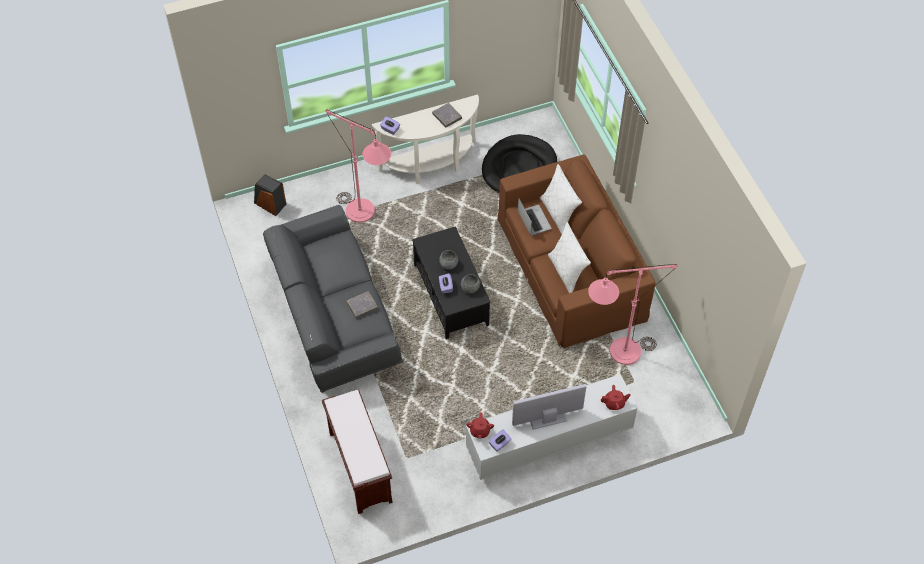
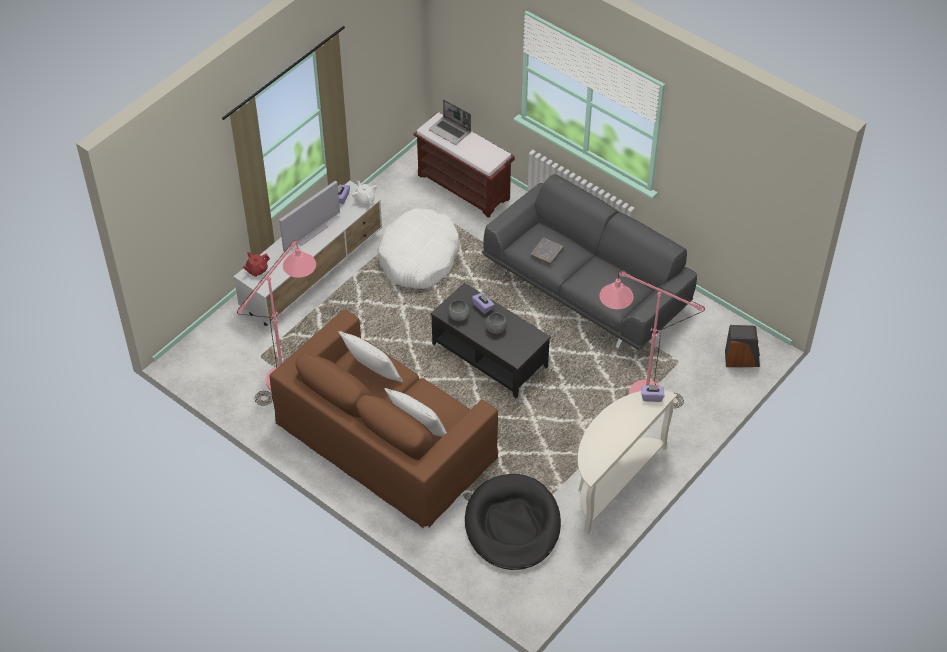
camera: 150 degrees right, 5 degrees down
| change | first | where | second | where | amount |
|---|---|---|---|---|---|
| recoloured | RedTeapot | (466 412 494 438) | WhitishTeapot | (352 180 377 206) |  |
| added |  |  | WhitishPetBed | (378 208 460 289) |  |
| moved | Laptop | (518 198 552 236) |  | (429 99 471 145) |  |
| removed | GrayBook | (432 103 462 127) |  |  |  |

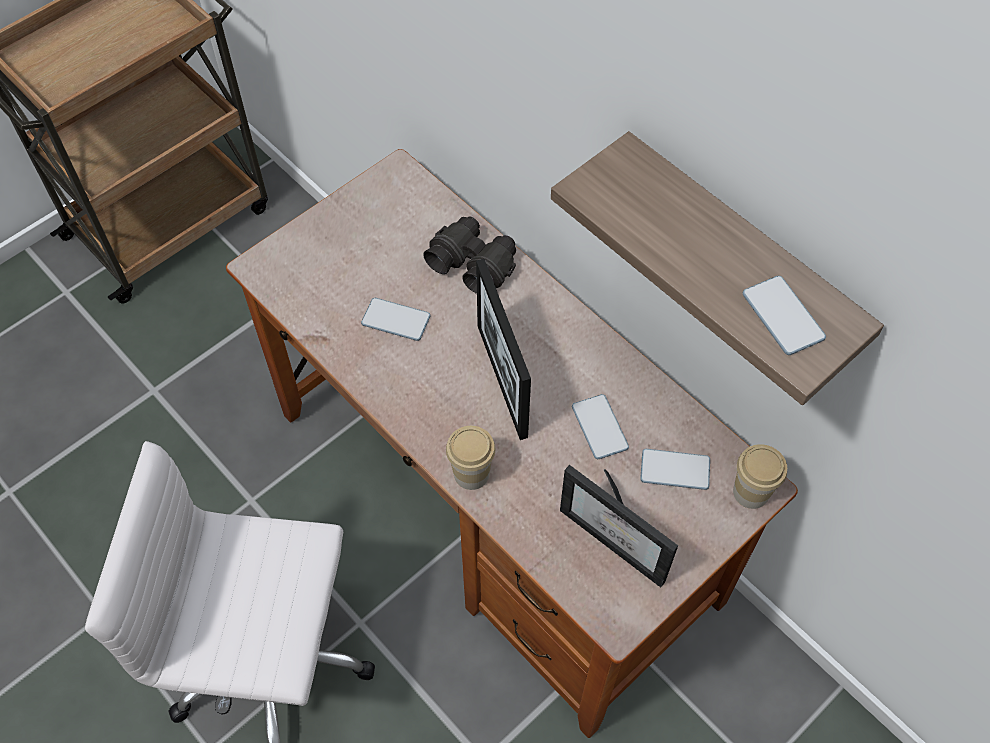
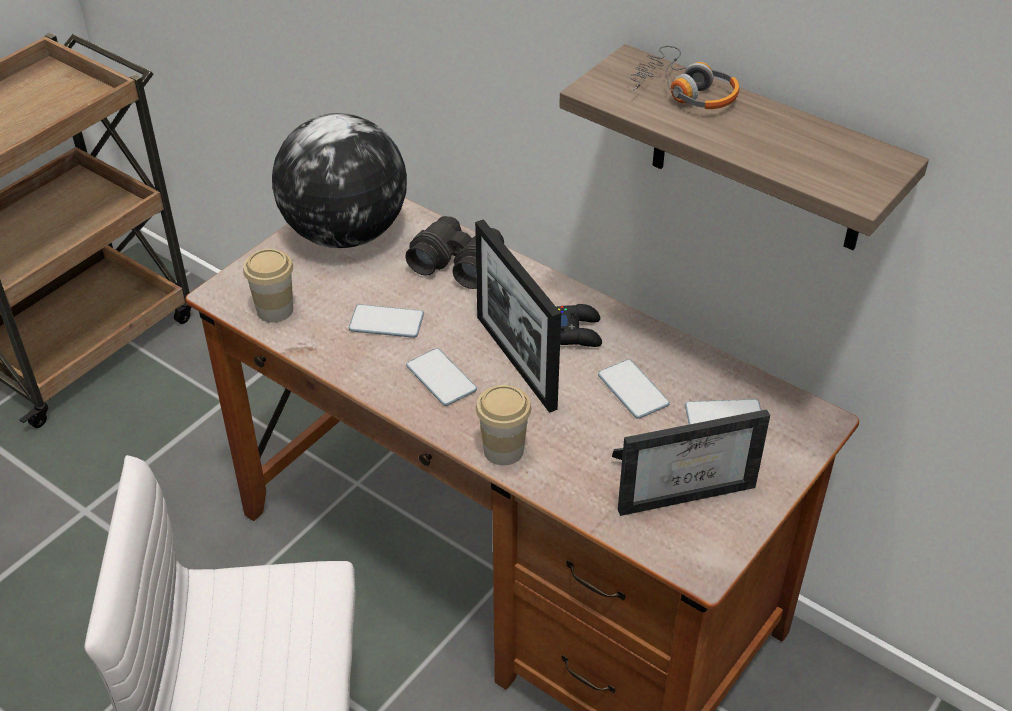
camera: 10 degrees left, 15 degrees down
| change | first | where | second | where | amount |
|---|---|---|---|---|---|
| moved | SmallCup | (733 444 787 509) |  | (243 249 293 323) |  |
| added |  |  | Globe | (272 113 407 248) |  |
| moved | Telephone | (742 276 826 355) |  | (406 348 477 406) |  |
| added |  |  | BlackishGamepad | (557 304 602 347) |  |
| turned | PhotoFrame | (560 465 678 588) |  | (612 409 770 516) | 45 degrees counterclockwise |
| added |  |  | PairOfHeadphones | (629 46 739 109) |  |

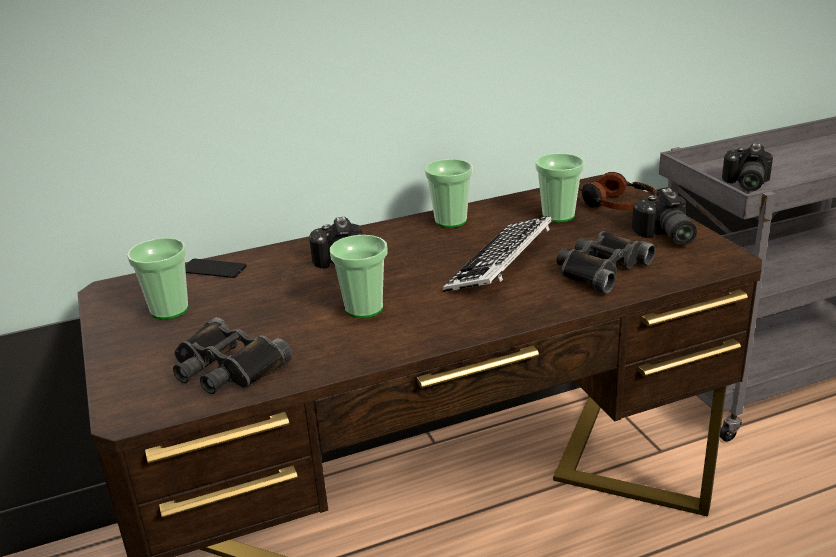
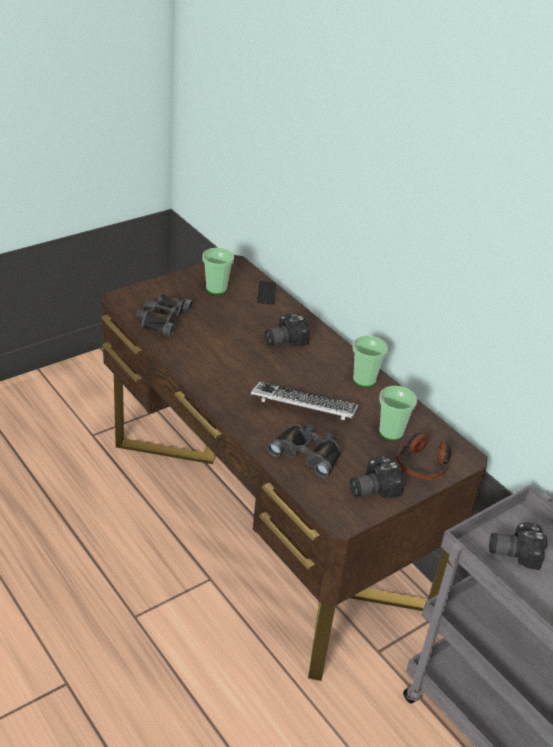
camera: 70 degrees right, 10 degrees up
| change | first | where | second | where | amount |
|---|---|---|---|---|---|
| removed | SmallCup | (330 235 388 318) |  |  |  |

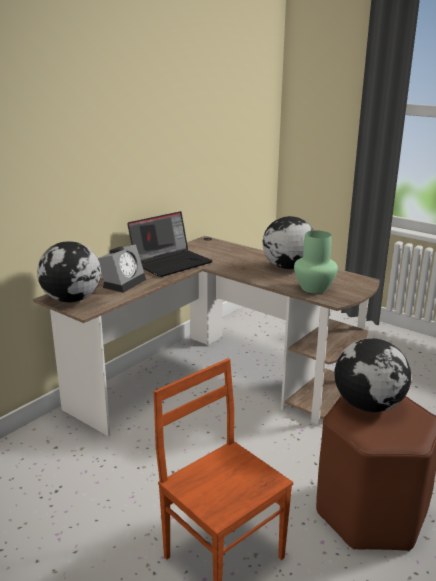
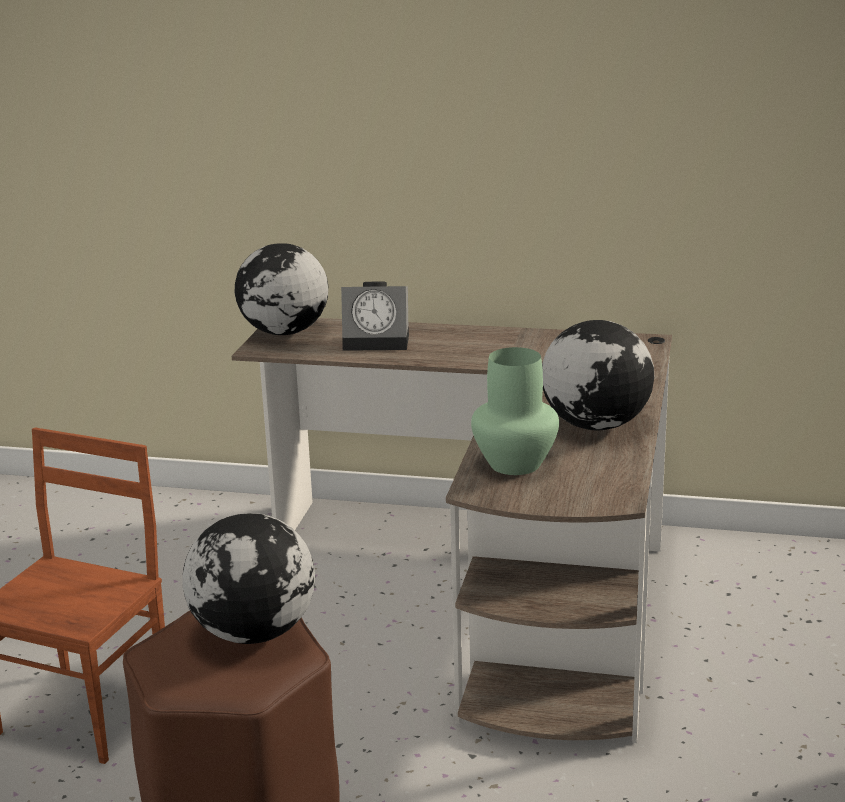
camera: 65 degrees right, 0 degrees up
| change | first | where | second | where | amount |
|---|---|---|---|---|---|
| removed | Laptop | (127 211 213 277) |  |  |  |

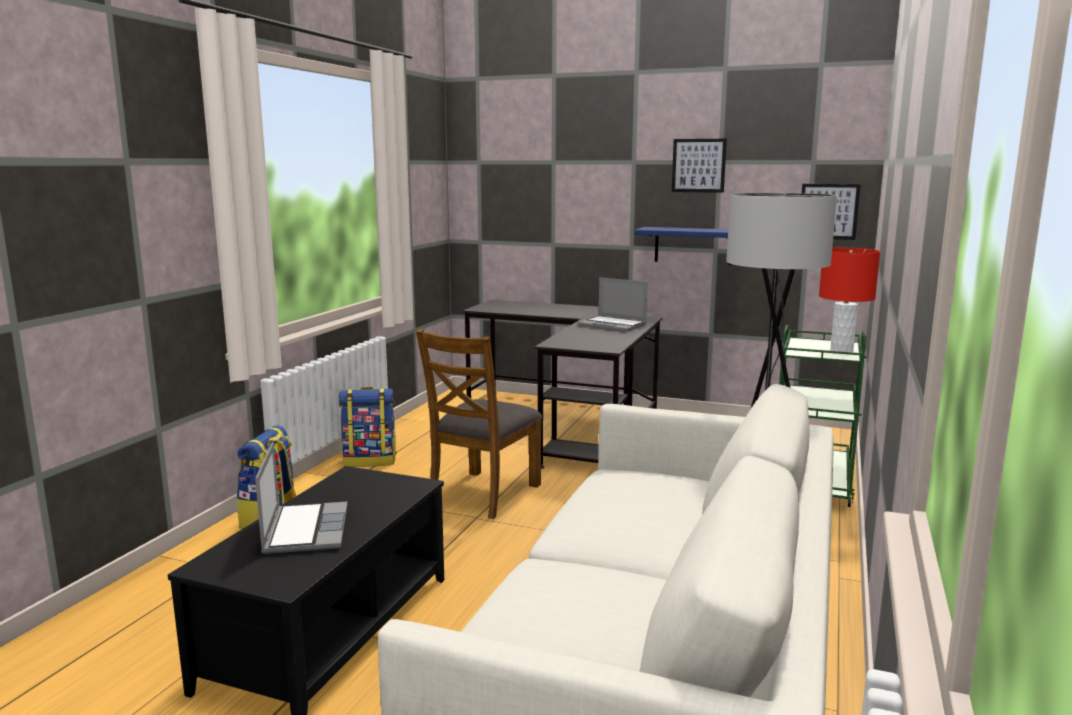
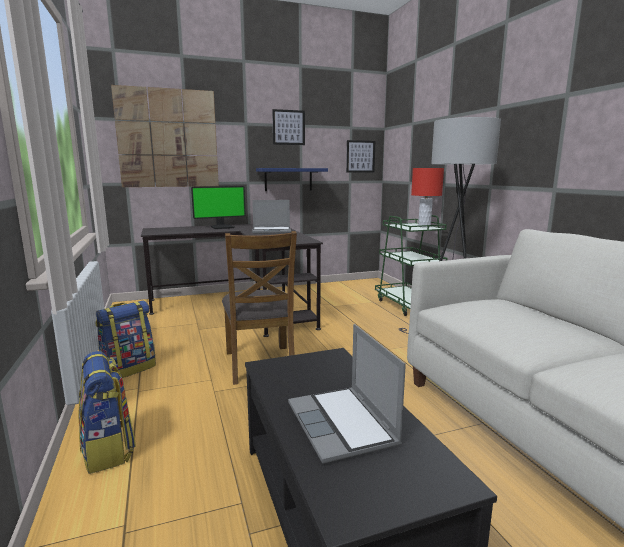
camera: 40 degrees left, 0 degrees up
| change | first | where | second | where | amount |
|---|---|---|---|---|---|
| added |  |  | WallArt | (111 85 219 187) |  |
| added |  |  | ComputerScreen | (191 186 246 229) |  |
| turned | Laptop | (255 442 347 554) |  | (288 324 406 464) | 150 degrees counterclockwise |

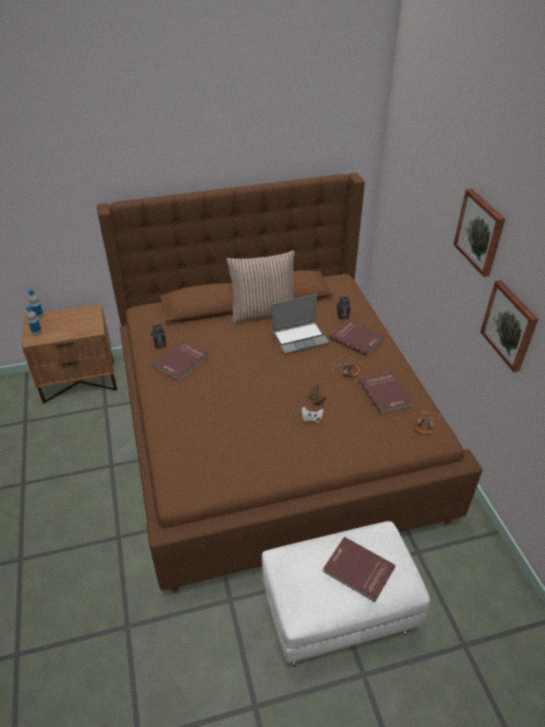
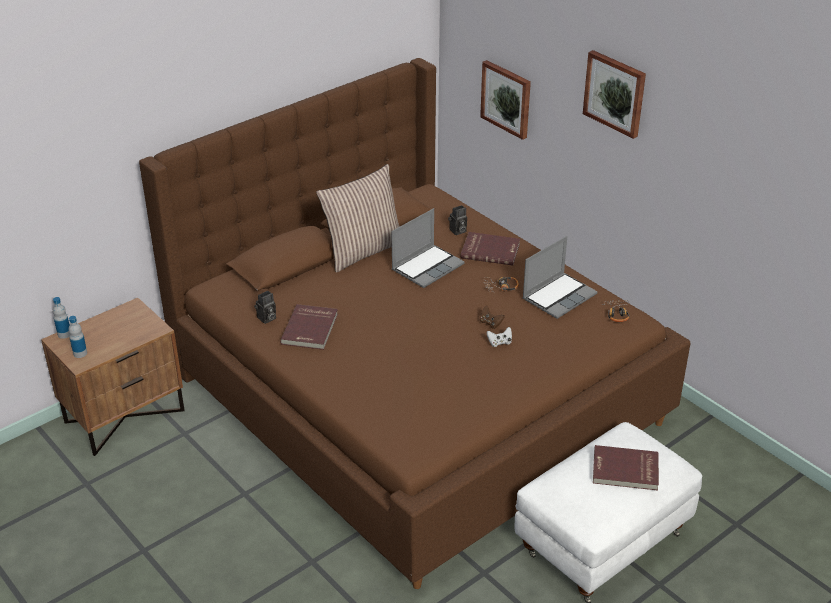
camera: 25 degrees left, 5 degrees down
| change | first | where | second | where | amount |
|---|---|---|---|---|---|
| moved | WallArt | (481 280 538 372) |  | (480 60 531 140) |  |
| replaced | RedBook | (359 371 414 414) | Laptop | (522 236 598 319) |  |

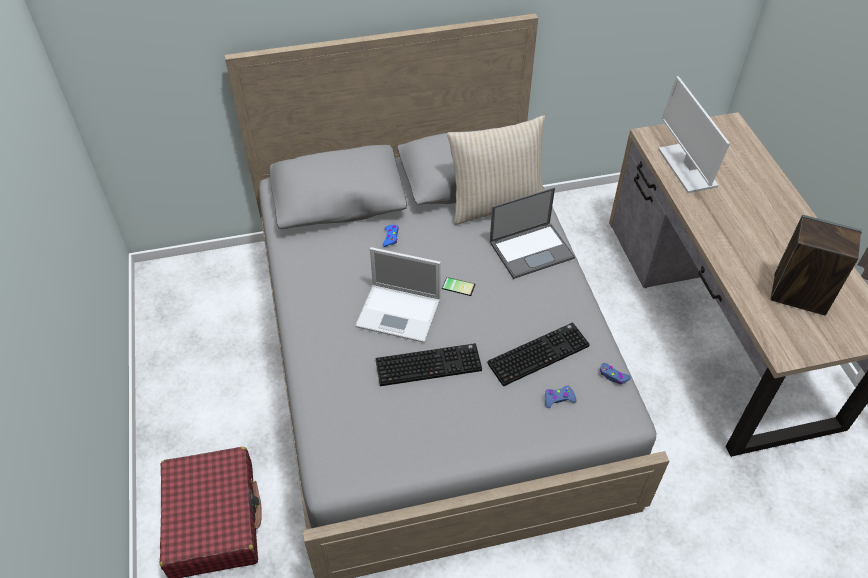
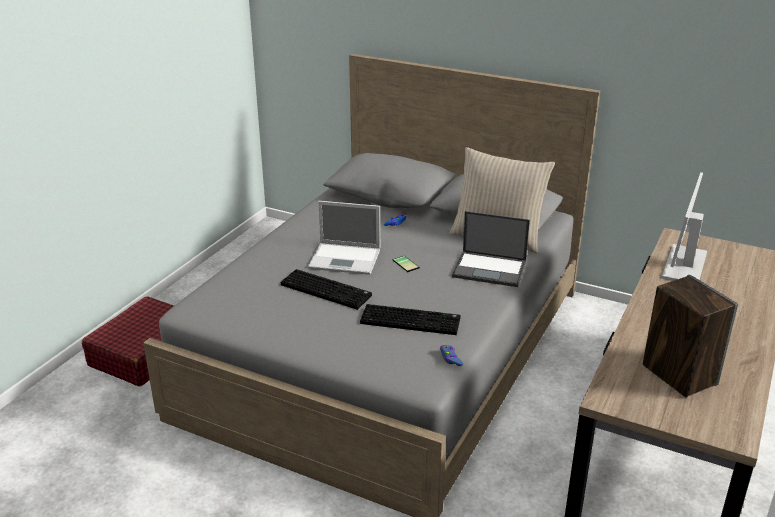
camera: 40 degrees right, 20 degrees down
| change | first | where | second | where | amount |
|---|---|---|---|---|---|
| turned | Laptop | (355 247 441 343) |  | (308 201 380 275) | 45 degrees counterclockwise |
| removed | BlueColouredGamepad | (545 386 576 408) |  |  |  |

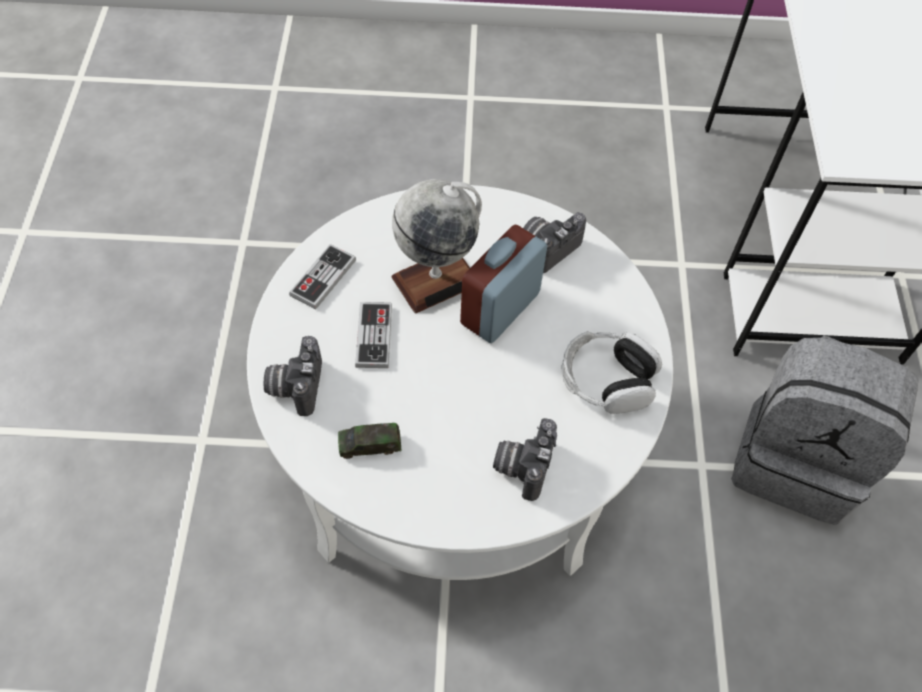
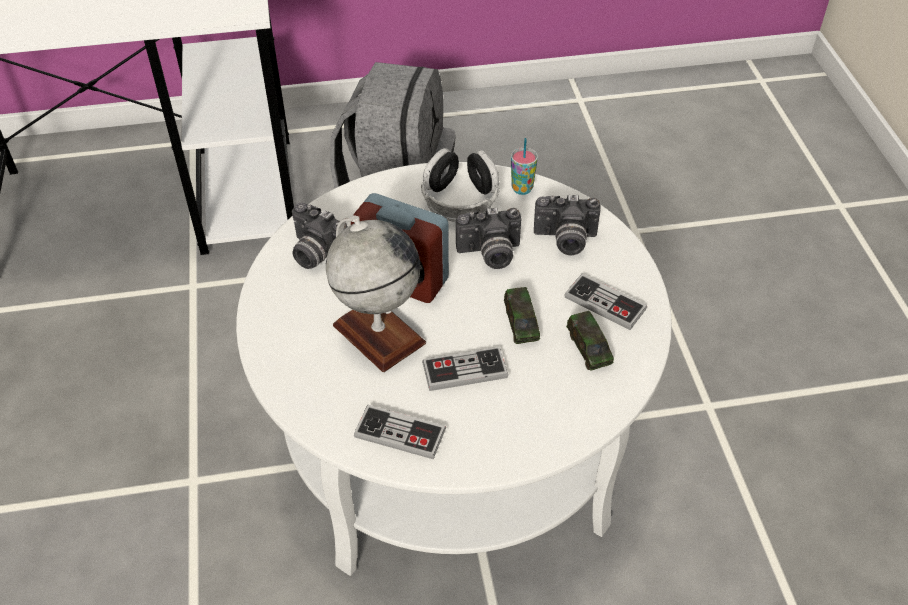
camera: 100 degrees left, 10 degrees down
| change | first | where | second | where | amount |
|---|---|---|---|---|---|
| moved | StillCamera | (263 336 322 416) |  | (456 207 522 269) |  |
| added |  |  | ToyCar | (504 287 540 344) |  |
| added |  |  | SmallCup | (511 138 538 195) |  |
| added |  |  | Gamepad | (564 274 647 330) |  |

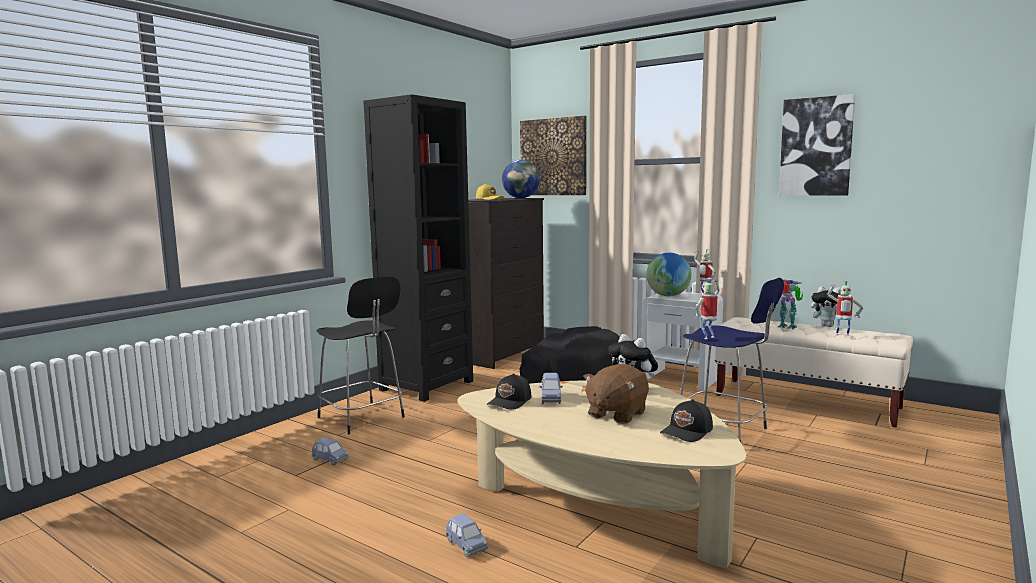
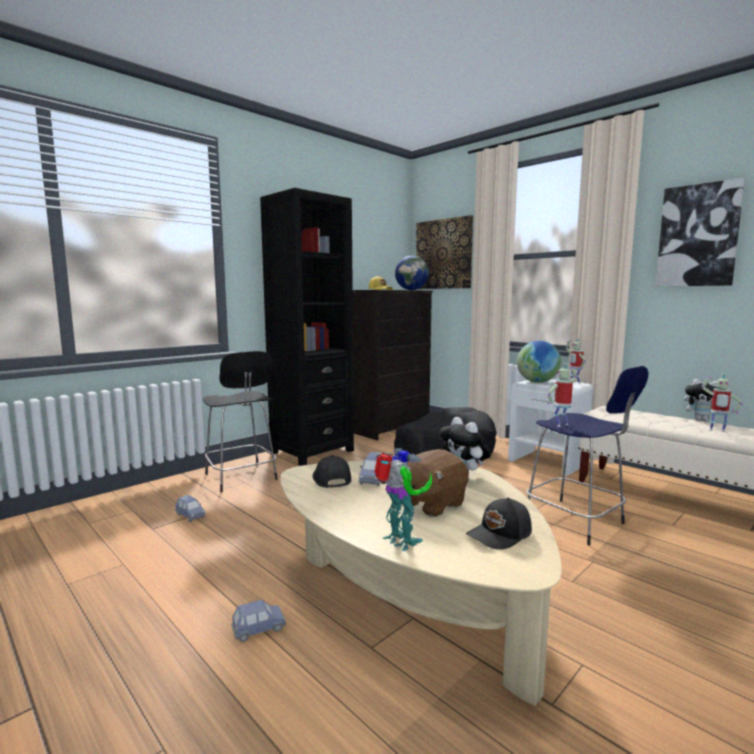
camera: 10 degrees right, 0 degrees up
| change | first | where | second | where | amount |
|---|---|---|---|---|---|
| turned | BlueColouredToyCar | (446 513 488 557) |  | (231 600 286 642) | 90 degrees counterclockwise |
| turned | BlackishCap | (486 373 531 410) |  | (313 455 351 488) | 120 degrees clockwise |
| moved | ModelRobot | (778 279 803 329) |  | (374 448 432 551) |  |

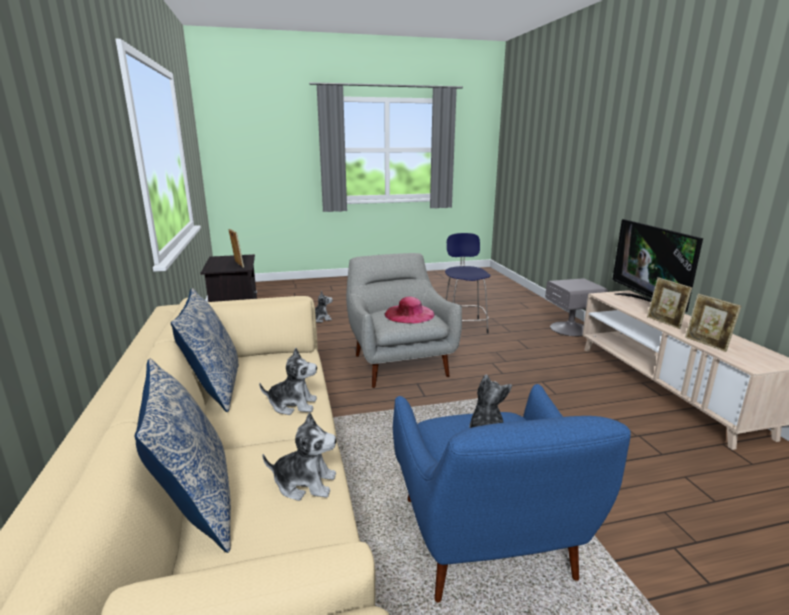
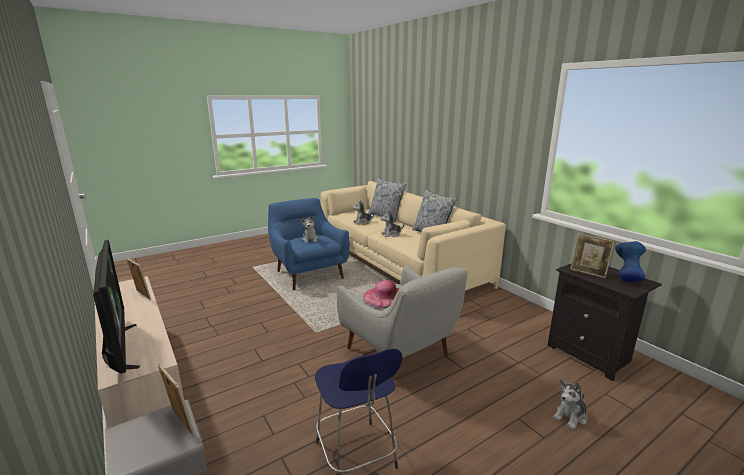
camera: 160 degrees right, 0 degrees up
| change | first | where | second | where | amount |
|---|---|---|---|---|---|
| moved | PhotoFrame | (647 277 692 329) |  | (158 364 195 435) |  |
| added |  |  | BlueColouredFlowerVase | (615 241 646 282) |  |

